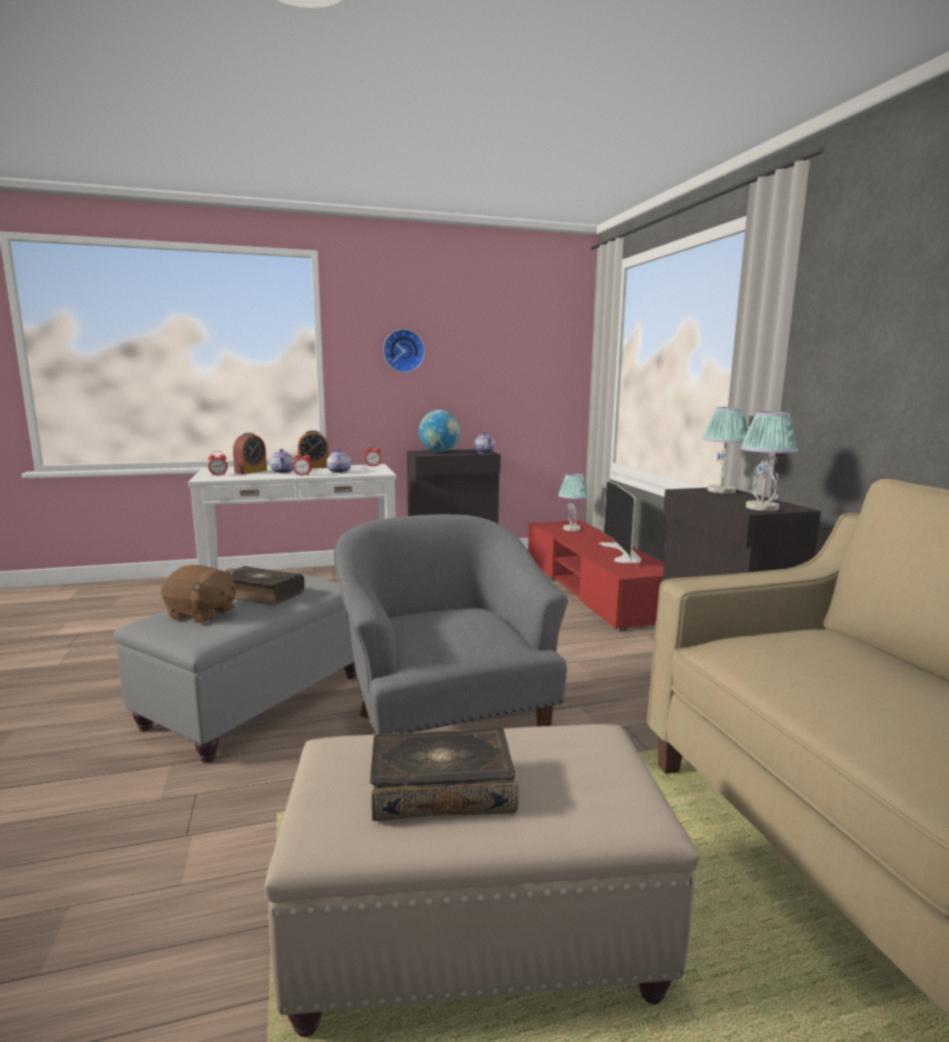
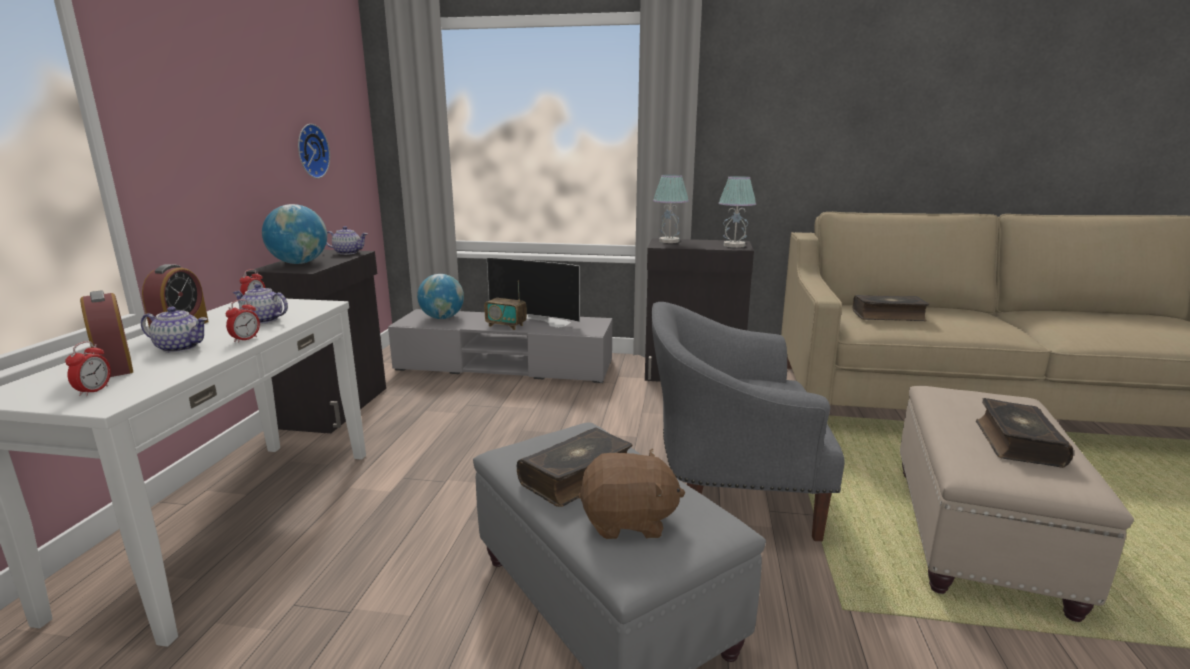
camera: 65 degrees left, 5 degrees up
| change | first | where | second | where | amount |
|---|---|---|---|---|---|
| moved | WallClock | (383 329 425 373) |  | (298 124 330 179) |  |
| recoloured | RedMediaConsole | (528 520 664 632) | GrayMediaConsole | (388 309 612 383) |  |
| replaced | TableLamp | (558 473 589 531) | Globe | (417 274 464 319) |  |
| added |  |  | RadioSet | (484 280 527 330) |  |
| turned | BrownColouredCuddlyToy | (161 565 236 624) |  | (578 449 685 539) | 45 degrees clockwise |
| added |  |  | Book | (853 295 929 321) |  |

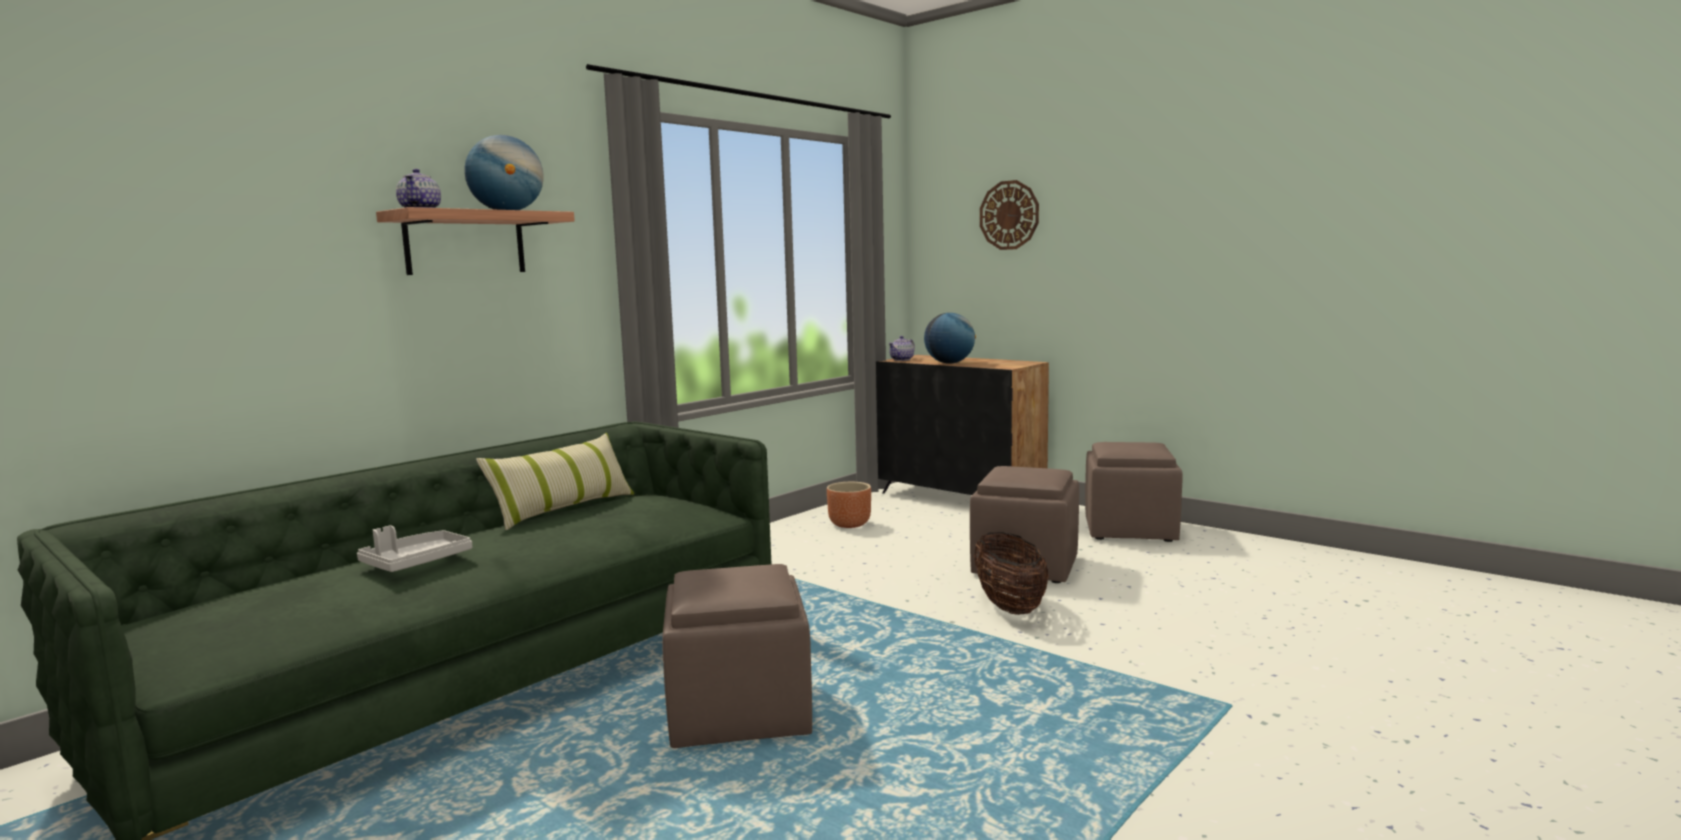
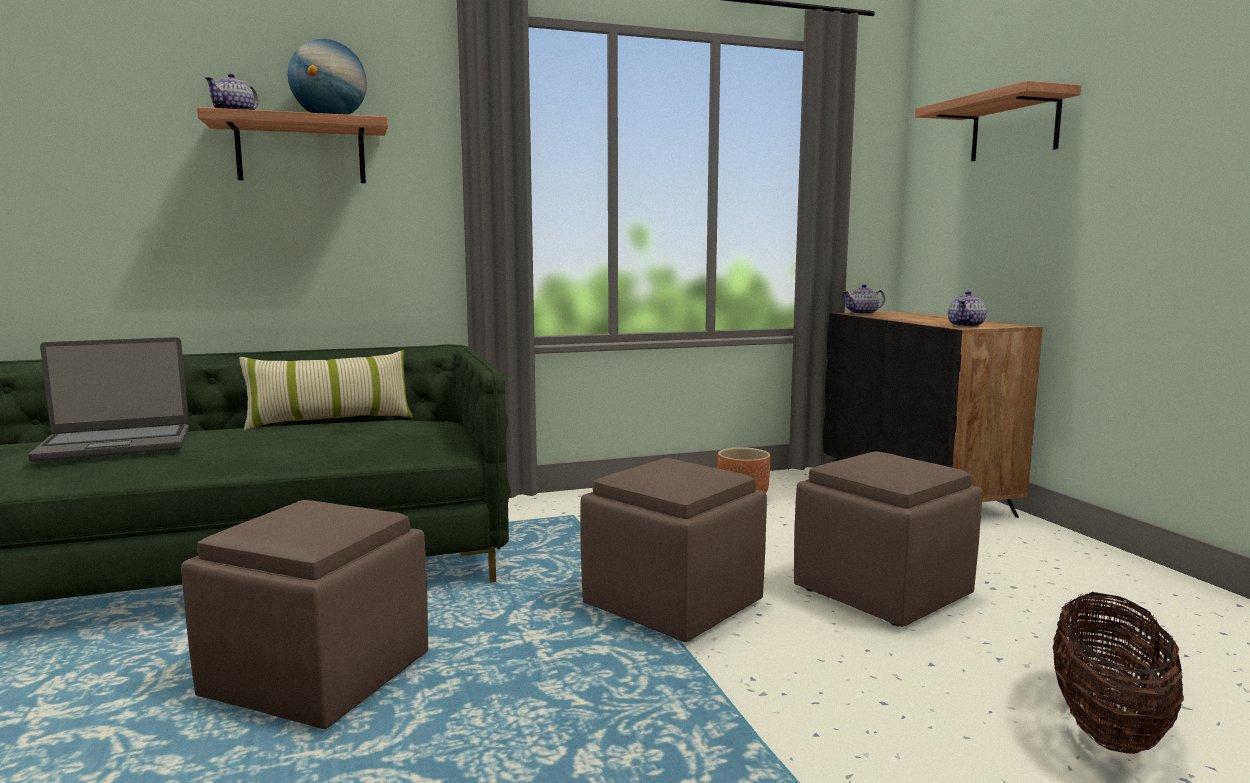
camera: 30 degrees right, 0 degrees up
| change | first | where | second | where | amount |
|---|---|---|---|---|---|
| replaced | GrayServingTray | (357 525 472 572) | Laptop | (28 337 189 462) |  |
| moved | BrownColouredOttoman | (1085 442 1182 542) |  | (581 458 767 642) |  |
| replaced | WallClock | (980 180 1039 250) | Shelf | (915 81 1081 161) |  |
| added |  |  | Teapot | (948 291 987 327) |  |
| moved | HouseholdBasket | (974 532 1049 615) |  | (1053 592 1184 754) |  |
| removed | Globe | (924 313 976 364) |  |  |  |

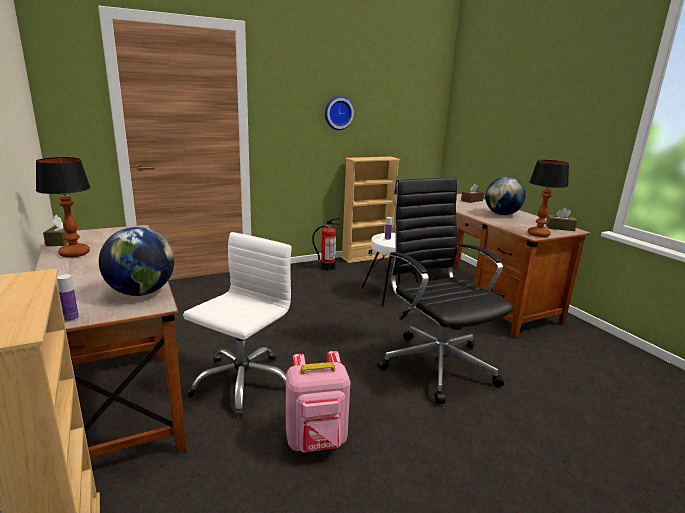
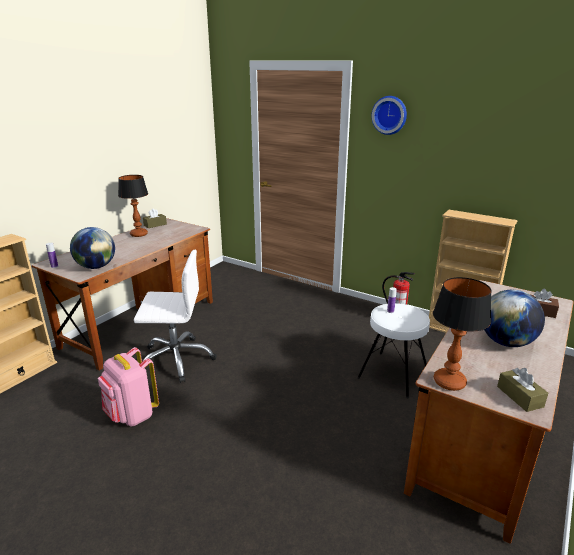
camera: 60 degrees right, 5 degrees up
| change | first | where | second | where | amount |
|---|---|---|---|---|---|
| moved | WallClock | (325 96 354 130) |  | (371 96 407 135) |  |
| removed | BlackishComputerChair | (377 178 513 404) |  |  |  |

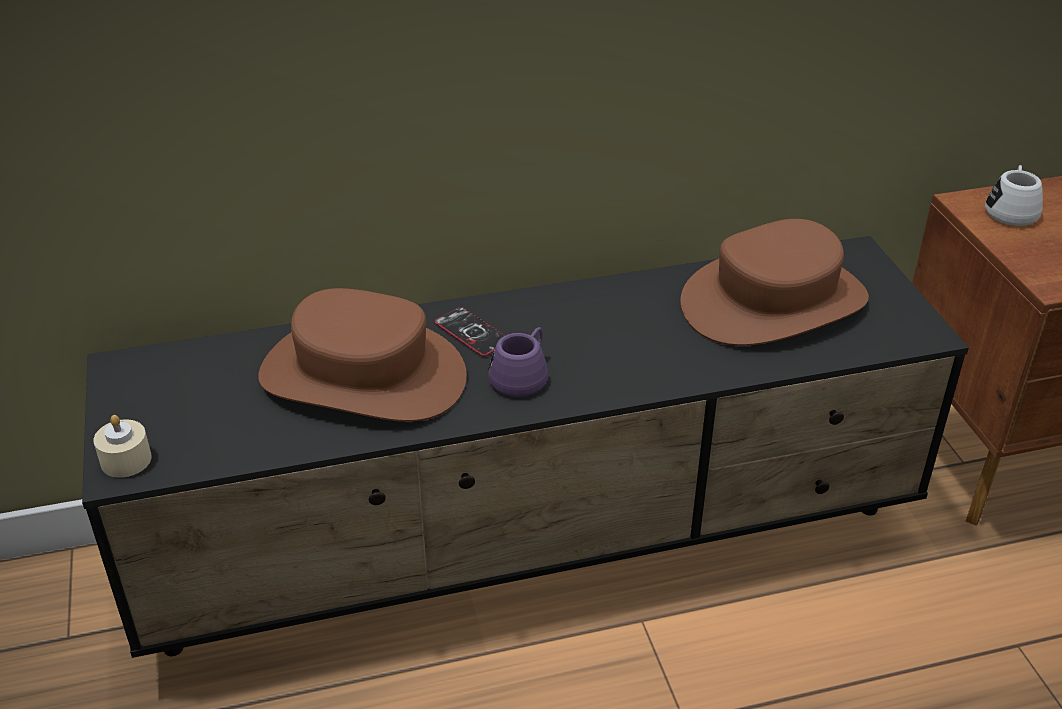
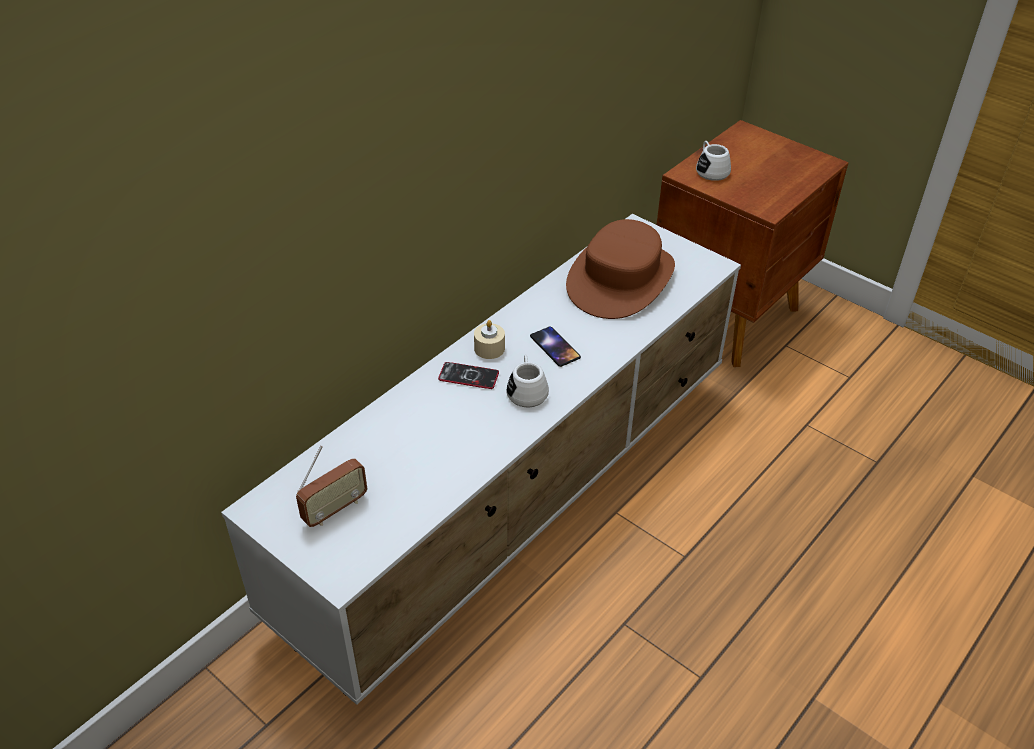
camera: 35 degrees left, 5 degrees up
| change | first | where | second | where | amount |
|---|---|---|---|---|---|
| recoloured | BlackishMediaConsole | (82 236 969 658) | WhitishMediaConsole | (221 214 741 705) |  |
| added |  |  | RadioSet | (296 445 367 527) |  |
| moved | SandColouredWaxCandle | (93 415 152 478) |  | (474 320 505 359) |  |
| recoloured | PurplishCoffeeMug | (488 327 548 397) | WhitishCoffeeMug | (506 354 549 407) |  |
| added |  |  | Telephone | (530 326 581 367) |  |
| removed | BrownColouredHat | (258 288 467 422) |  |  |  |

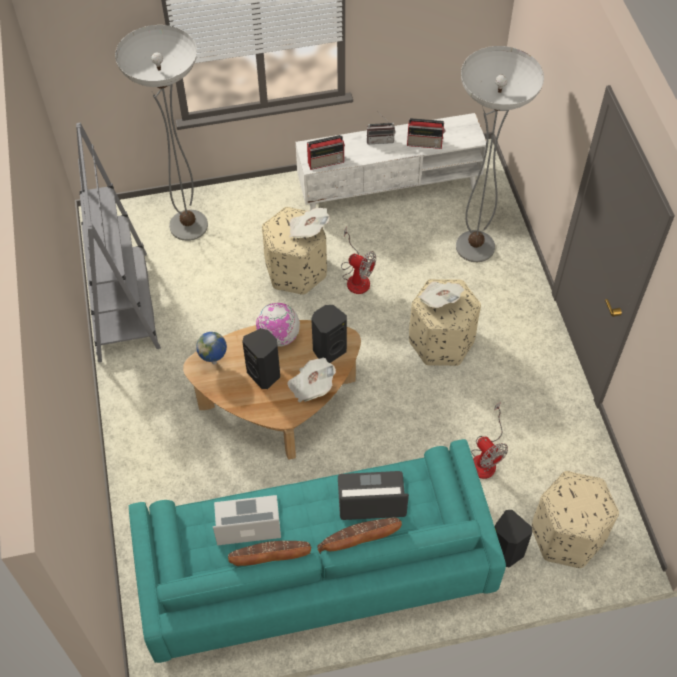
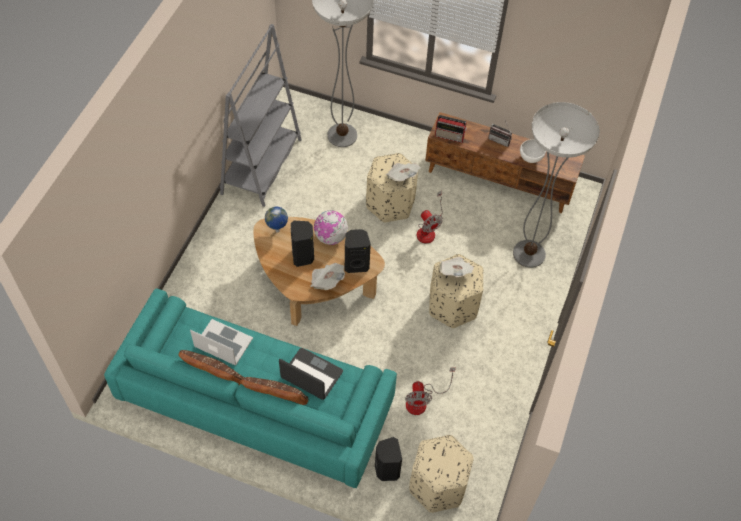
camera: 30 degrees right, 0 degrees up
| change | first | where | second | where | amount |
|---|---|---|---|---|---|
| recoloured | WhitishMediaConsole | (296 113 486 211) | BrownColouredMediaConsole | (425 112 585 213) |  |
| replaced | RadioSet | (407 118 446 149) | WhitishDeepDish | (520 140 546 163) |  |

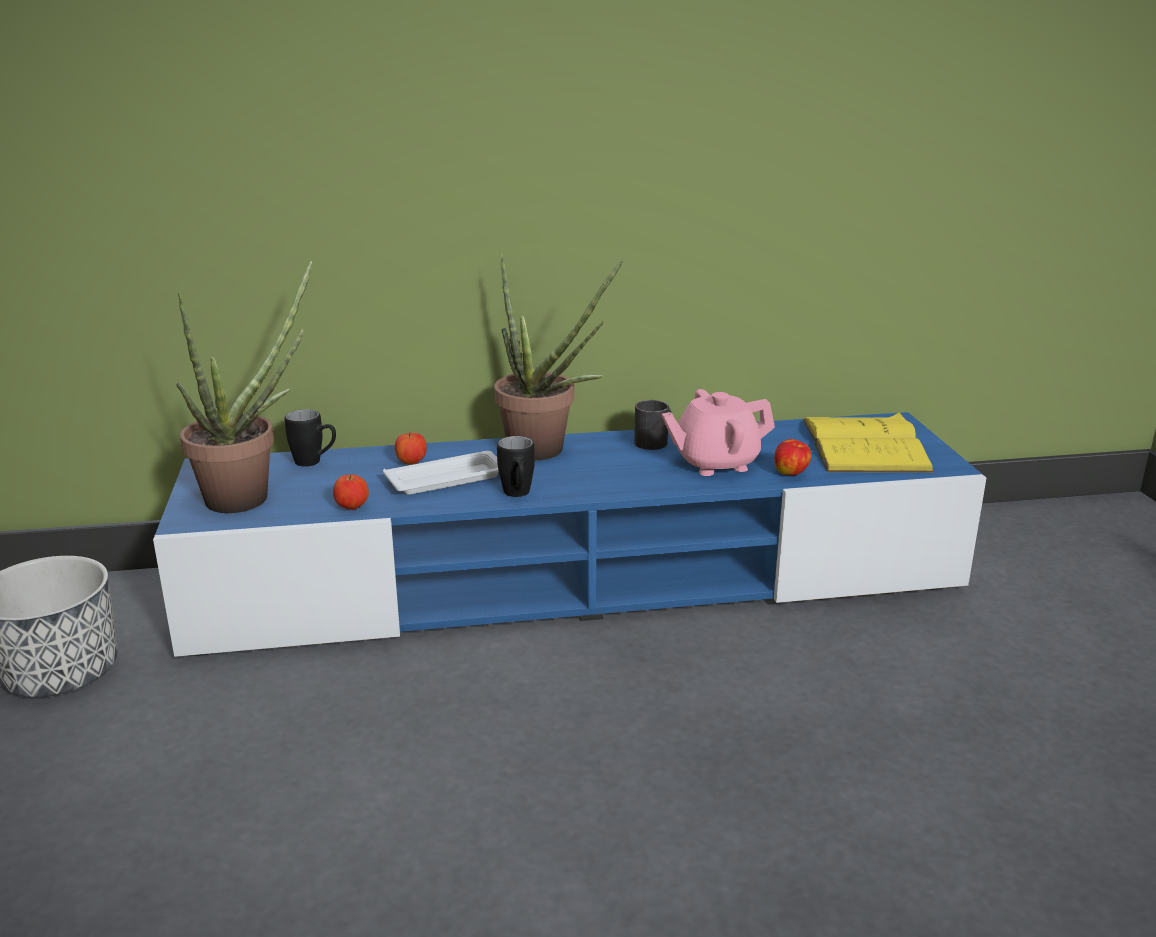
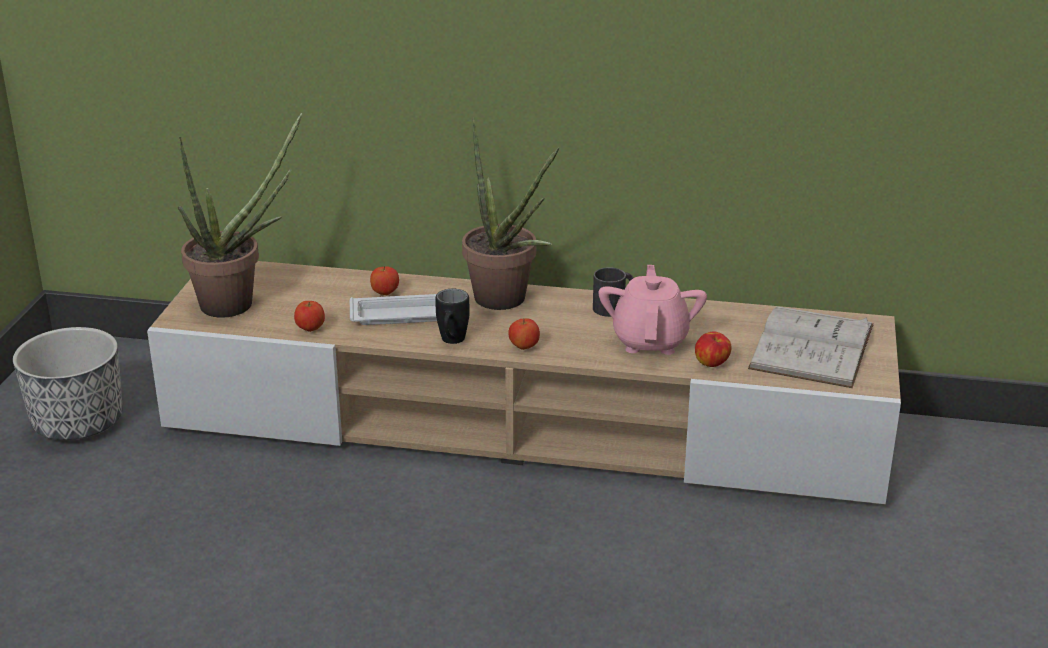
camera: 20 degrees right, 5 degrees up
| change | first | where | second | where | amount |
|---|---|---|---|---|---|
| recoloured | BlueColouredMediaConsole | (153 412 986 657) | SandColouredMediaConsole | (147 261 901 504) |  |
| added |  |  | AppleFruit | (508 319 540 350) |  |
| turned | PinkColouredTeapot | (661 389 775 476) |  | (599 265 707 355) | 90 degrees clockwise |
| recoloured | YellowishBook | (803 412 934 473) | WhitishBook | (748 306 874 388) |  |
| removed | BlackishCoffeeMug | (285 409 336 467) |  |  |  |

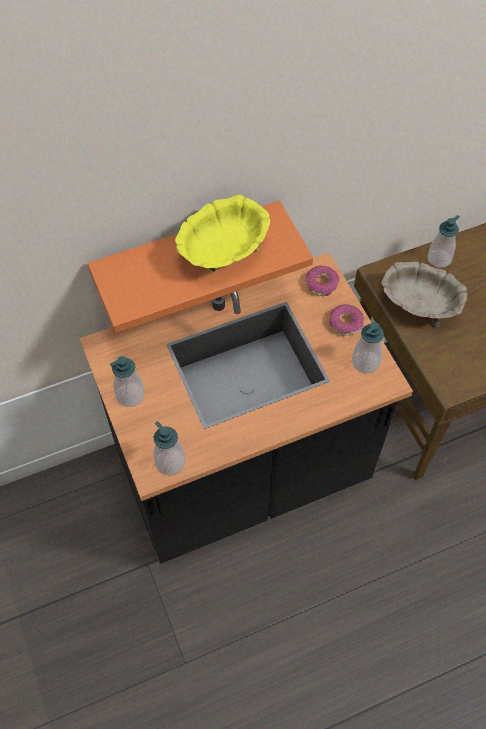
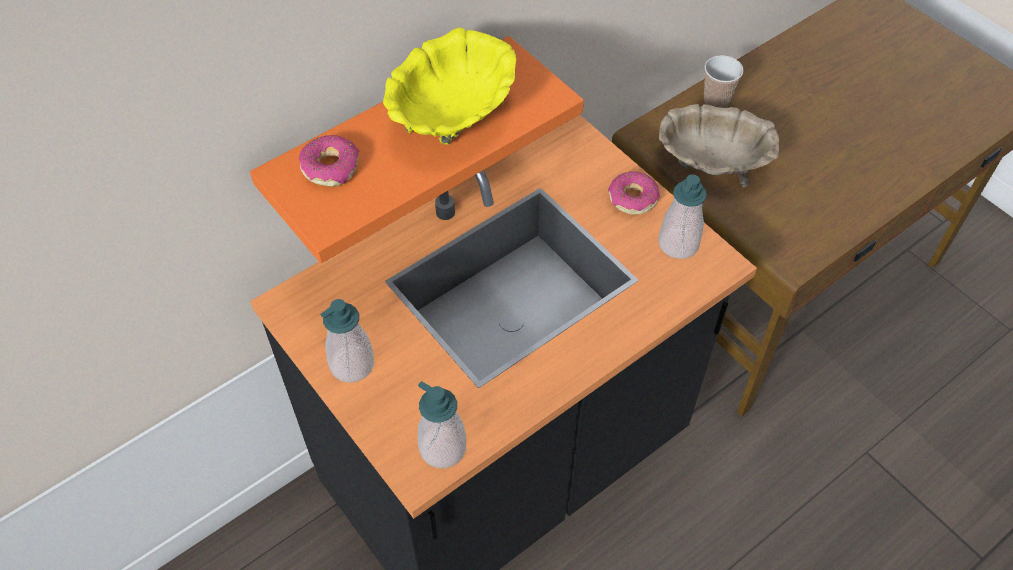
camera: 15 degrees left, 5 degrees down
| change | first | where | second | where | amount |
|---|---|---|---|---|---|
| moved | RingDoughnut | (306 266 339 296) |  | (299 135 359 187) |  |
| replaced | LiquidSoapBottle | (427 215 460 268) | SmallCup | (704 55 744 108) |  |

